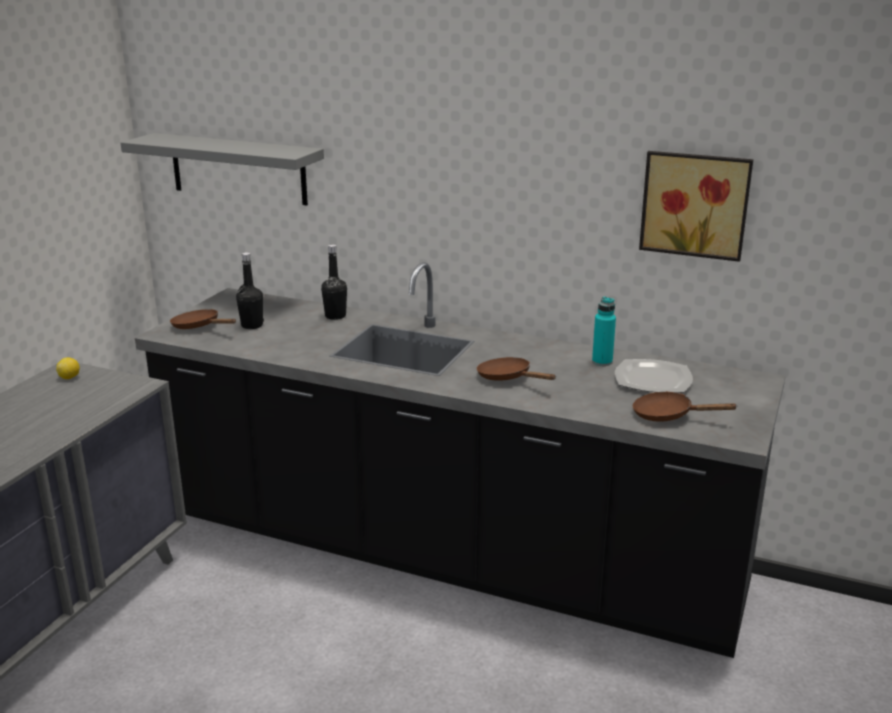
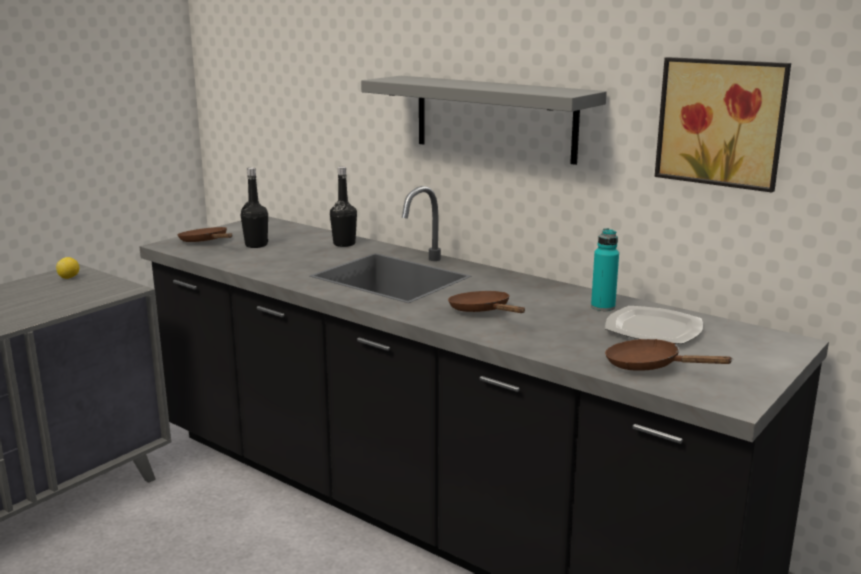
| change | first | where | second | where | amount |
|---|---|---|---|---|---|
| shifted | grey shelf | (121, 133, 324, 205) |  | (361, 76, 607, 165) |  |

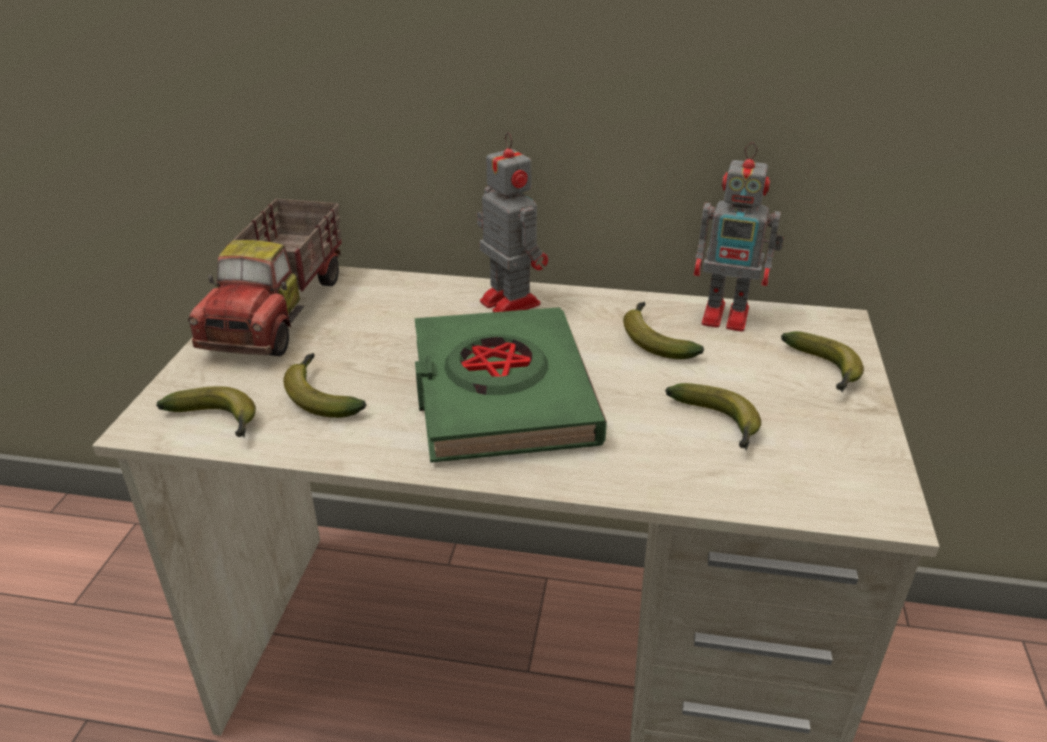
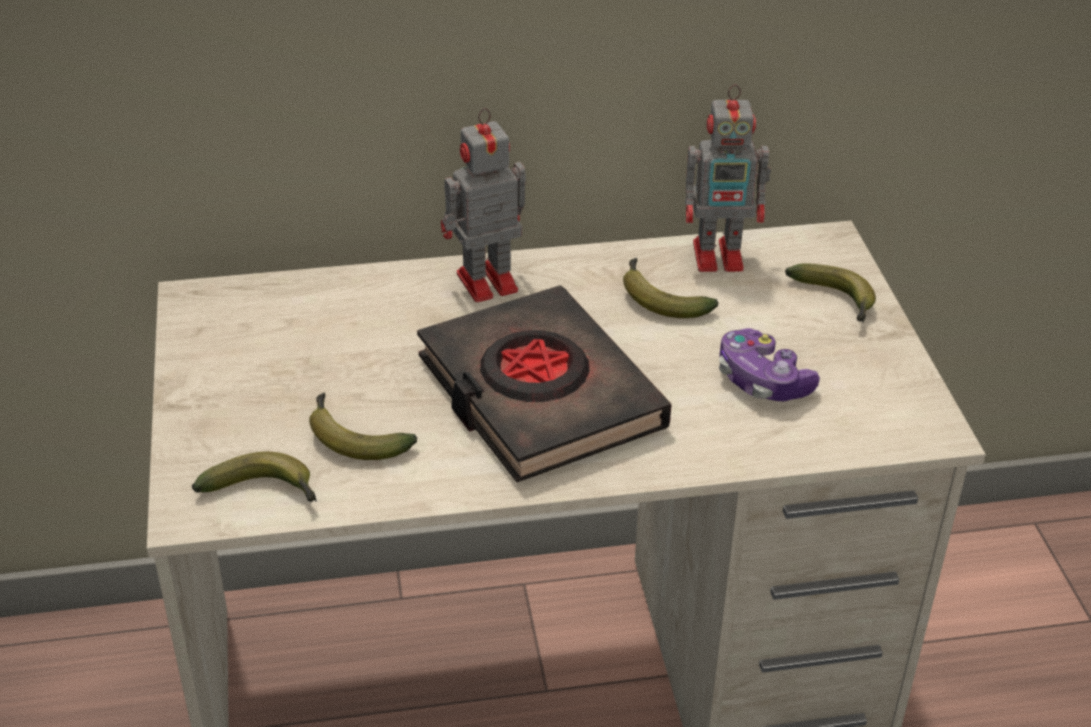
| change | first | where | second | where | amount |
|---|---|---|---|---|---|
| rotated | toy robot | (477, 132, 548, 312) |  | (441, 108, 526, 302) | 60 degrees counterclockwise |
| gone | toy truck | (188, 199, 342, 356) |  |  |  |
| repainted | green book | (415, 307, 607, 463) | black book | (417, 285, 672, 482) |  |
| swapped | banana | (665, 383, 761, 450) | game controller | (719, 328, 820, 401) |  |

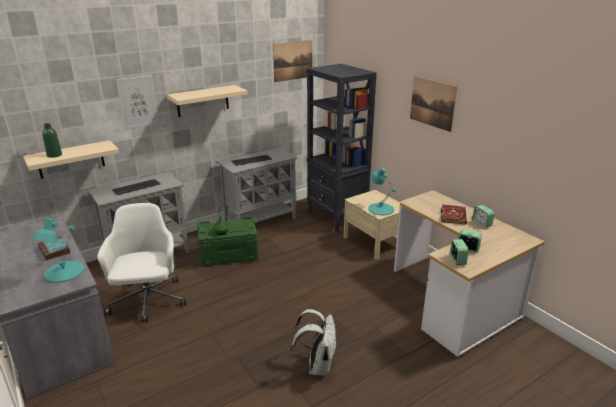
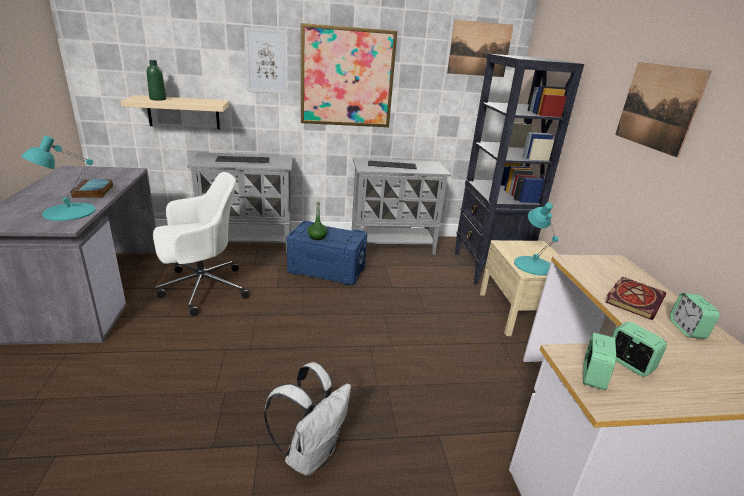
| change | first | where | second | where | amount |
|---|---|---|---|---|---|
| swapped | beige shelf | (167, 85, 248, 117) | picture | (301, 23, 397, 127) |  |
| rotated | white office chair | (97, 203, 186, 322) |  | (153, 172, 250, 316) | 45 degrees clockwise |
| repainted | green storage box | (197, 217, 259, 267) | blue storage box | (287, 221, 367, 285) |  |

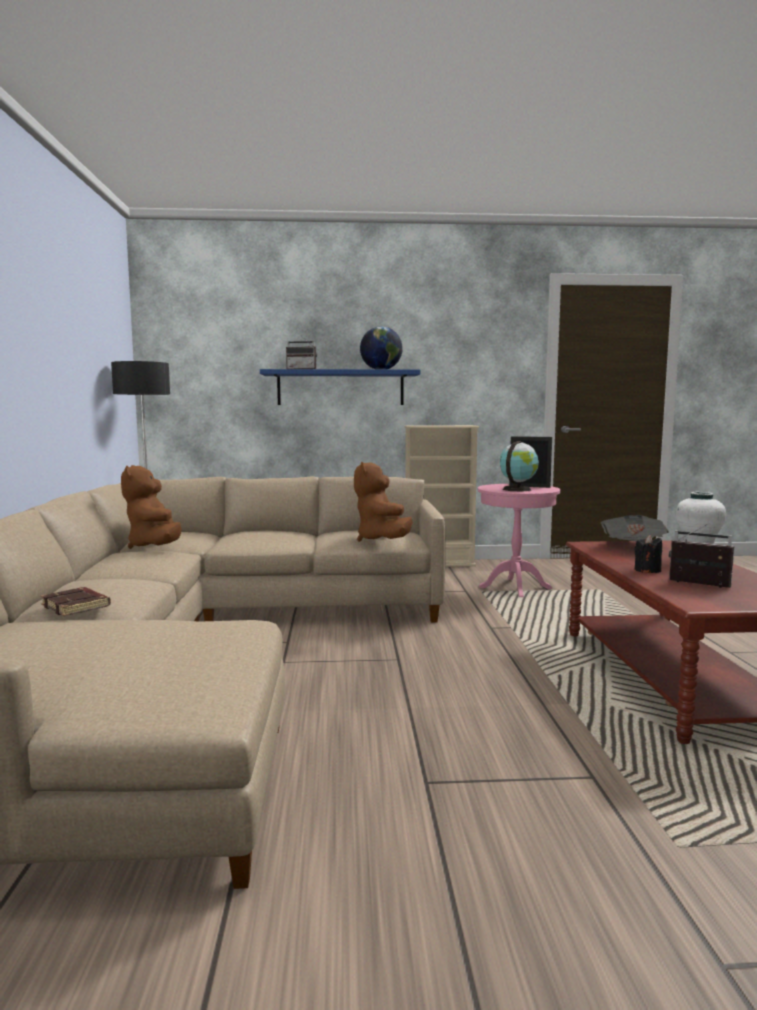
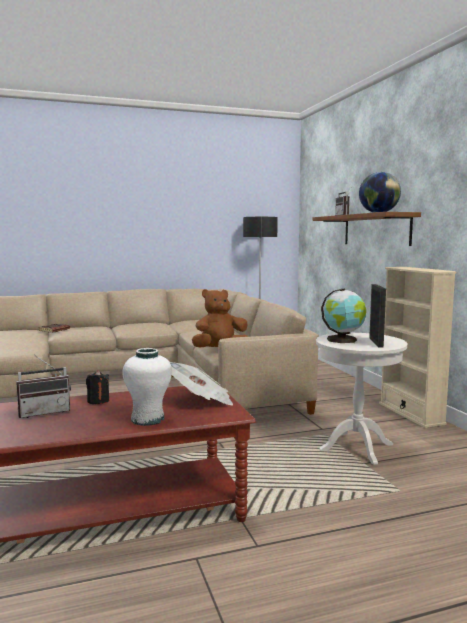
| change | first | where | second | where | amount |
|---|---|---|---|---|---|
| repainted | blue shelf | (260, 369, 420, 405) | brown shelf | (313, 212, 421, 246) |  |
| gone | brown plush toy | (121, 465, 182, 549) |  |  |  |
| repainted | pink side table | (478, 484, 560, 597) | white side table | (316, 333, 407, 465) |  |
| rotated | radio | (669, 524, 734, 588) |  | (16, 355, 71, 418) | 45 degrees clockwise |

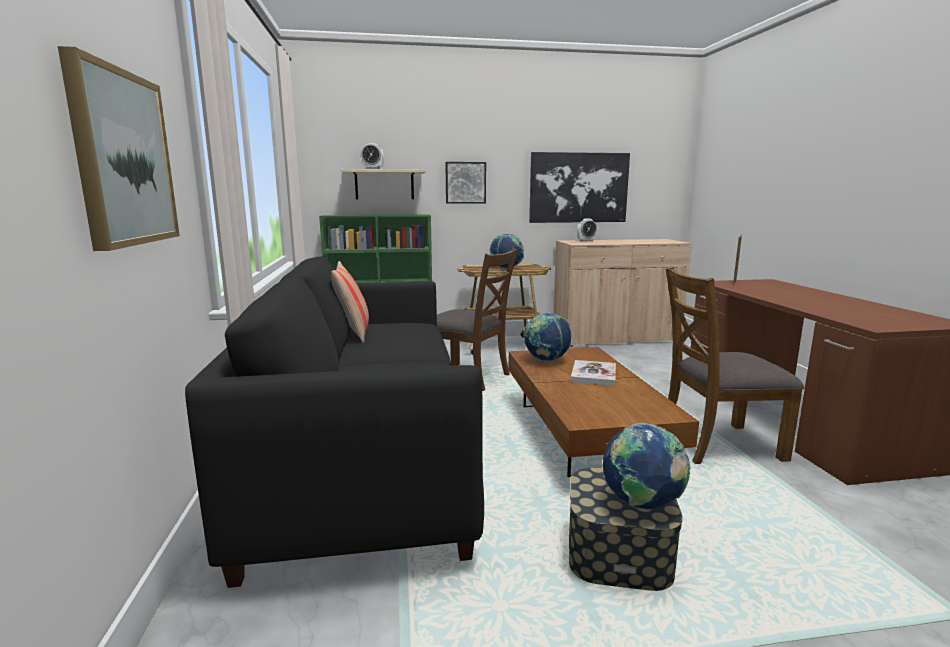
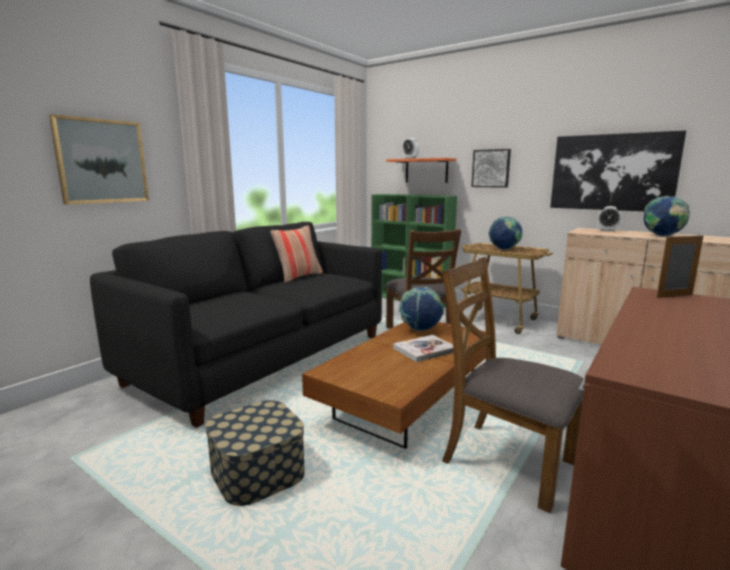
| change | first | where | second | where | amount |
|---|---|---|---|---|---|
| repainted | beige shelf | (341, 169, 426, 199) | orange shelf | (386, 158, 457, 183) |  |
| shifted | globe | (602, 423, 691, 510) |  | (644, 196, 690, 237) |  |

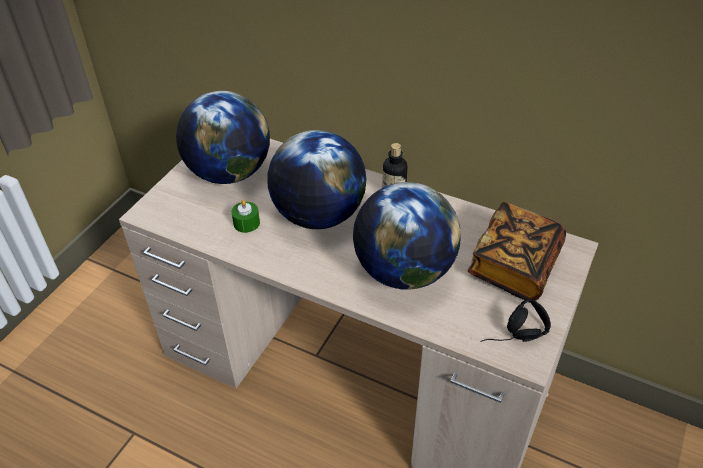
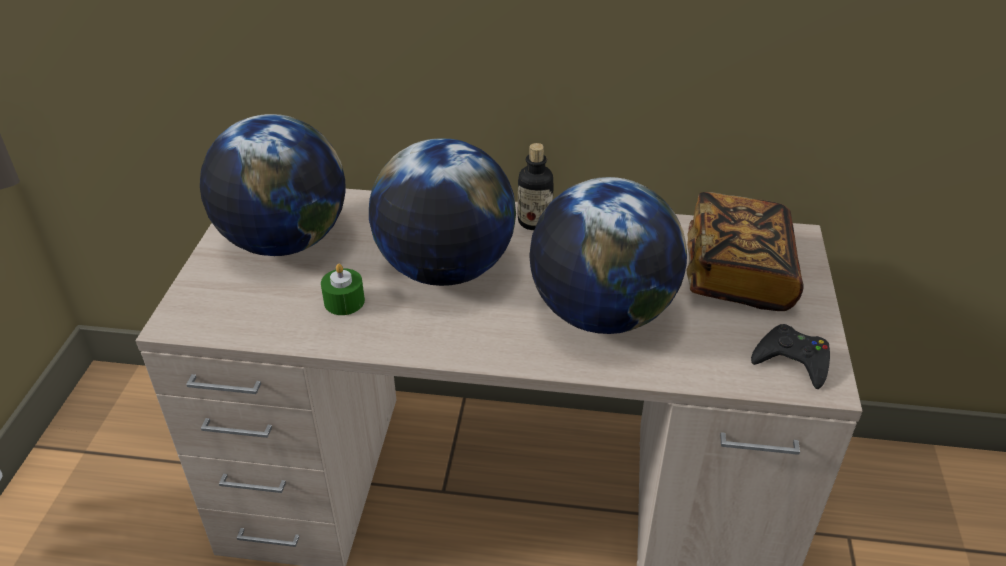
| change | first | where | second | where | amount |
|---|---|---|---|---|---|
| swapped | black headphones | (480, 299, 551, 342) | black game controller | (751, 324, 830, 389) |  |

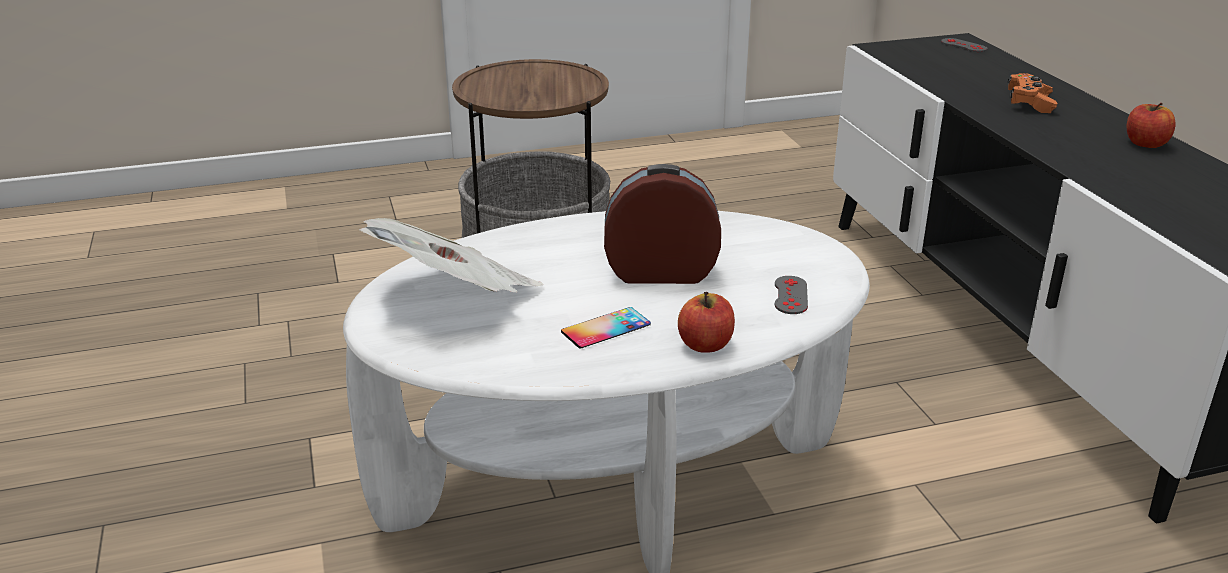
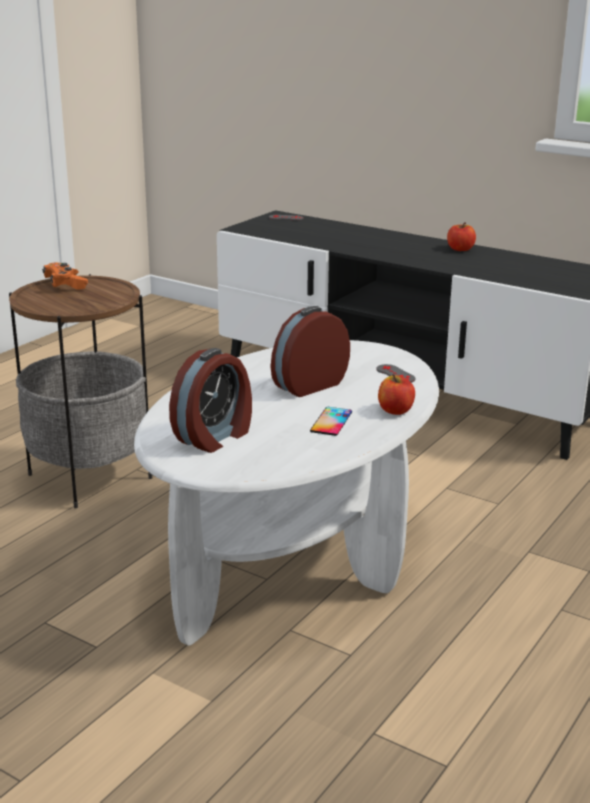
| change | first | where | second | where | amount |
|---|---|---|---|---|---|
| shifted | orange game controller | (1008, 73, 1057, 113) |  | (42, 262, 88, 290) |  |
| swapped | newspaper | (359, 218, 543, 293) | alarm clock | (169, 348, 252, 453) |  |

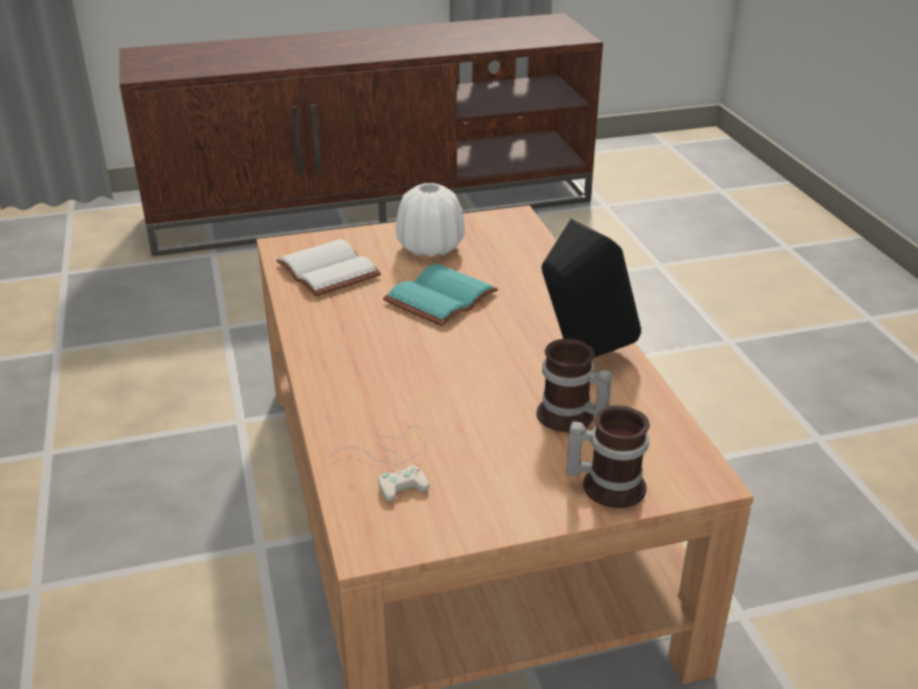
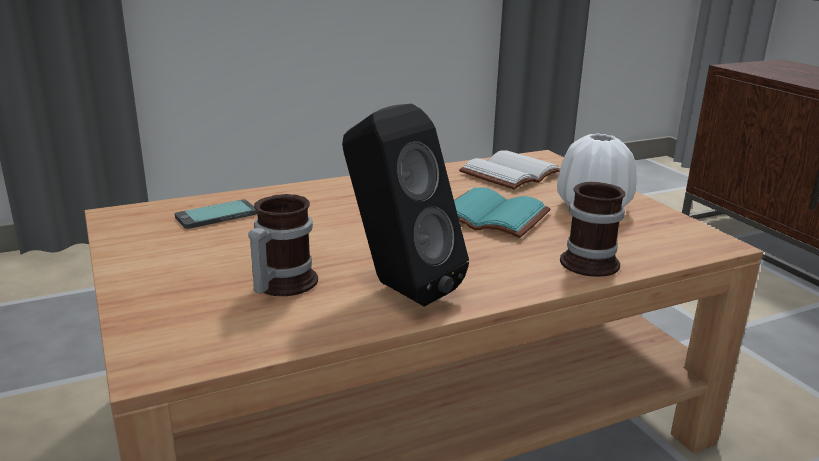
| change | first | where | second | where | amount |
|---|---|---|---|---|---|
| shifted | mug | (566, 405, 650, 508) |  | (560, 182, 626, 277) |  |
| swapped | white game controller | (328, 426, 429, 502) | phone | (175, 199, 257, 229) |  |

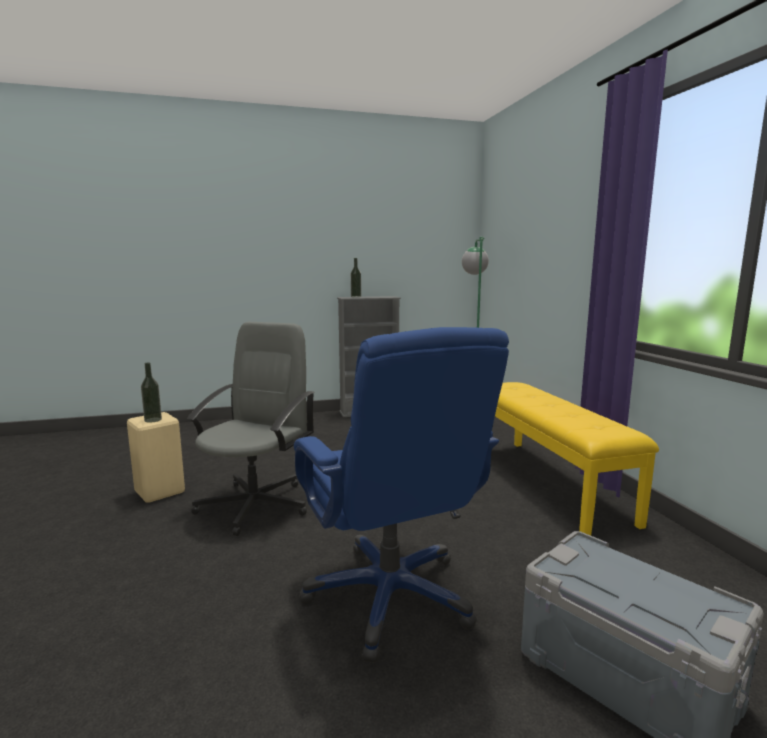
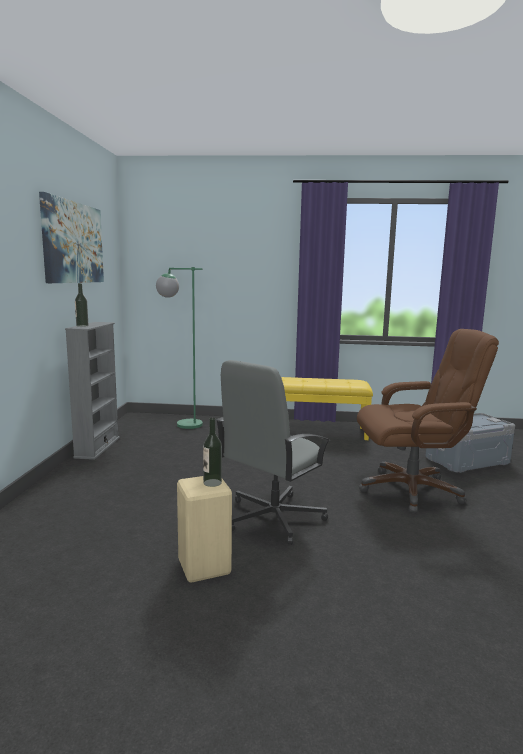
| change | first | where | second | where | amount |
|---|---|---|---|---|---|
| rotated | grey office chair | (187, 322, 315, 536) |  | (216, 360, 330, 545) | 90 degrees counterclockwise |
| repainted | blue office chair | (294, 327, 509, 663) | brown office chair | (357, 329, 499, 513) |  |
| new |  |  | picture | (39, 192, 104, 283) |  |

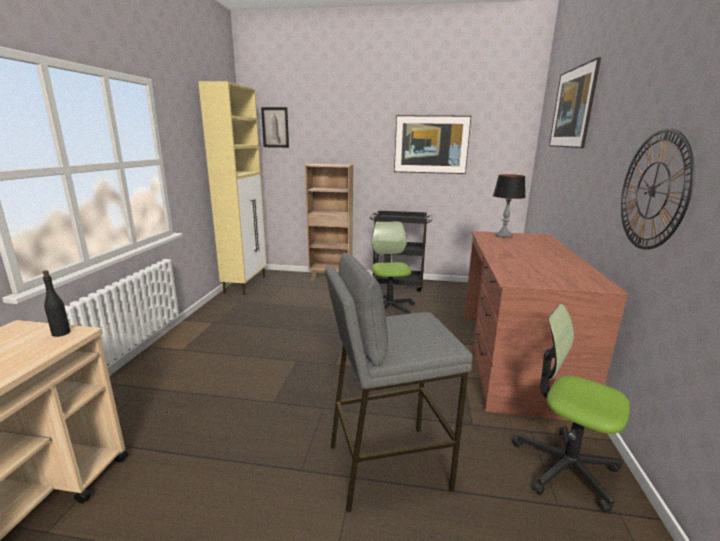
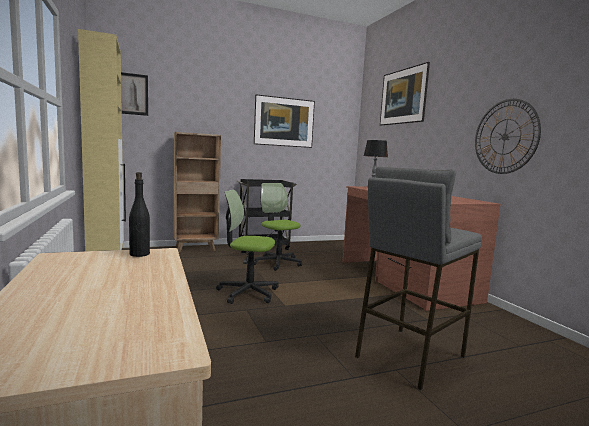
| change | first | where | second | where | amount |
|---|---|---|---|---|---|
| shifted | office chair | (512, 304, 630, 513) |  | (216, 189, 279, 304) |  |

